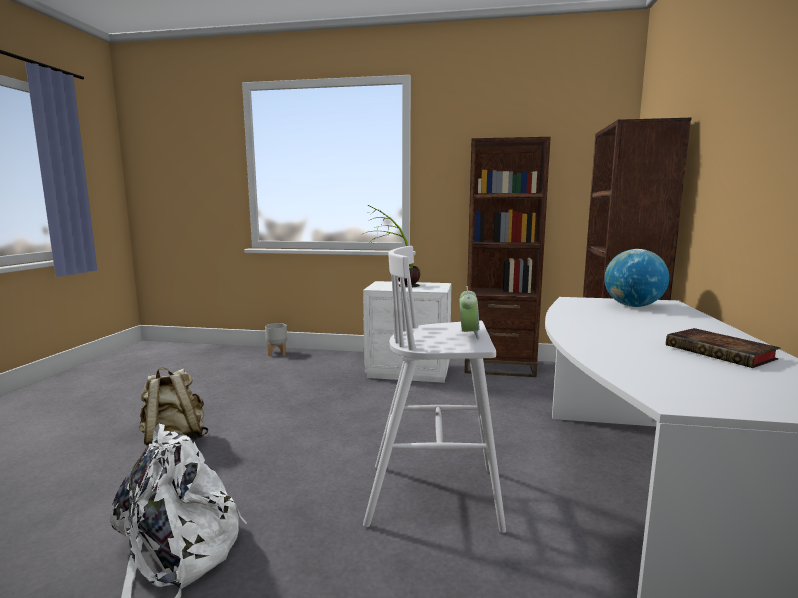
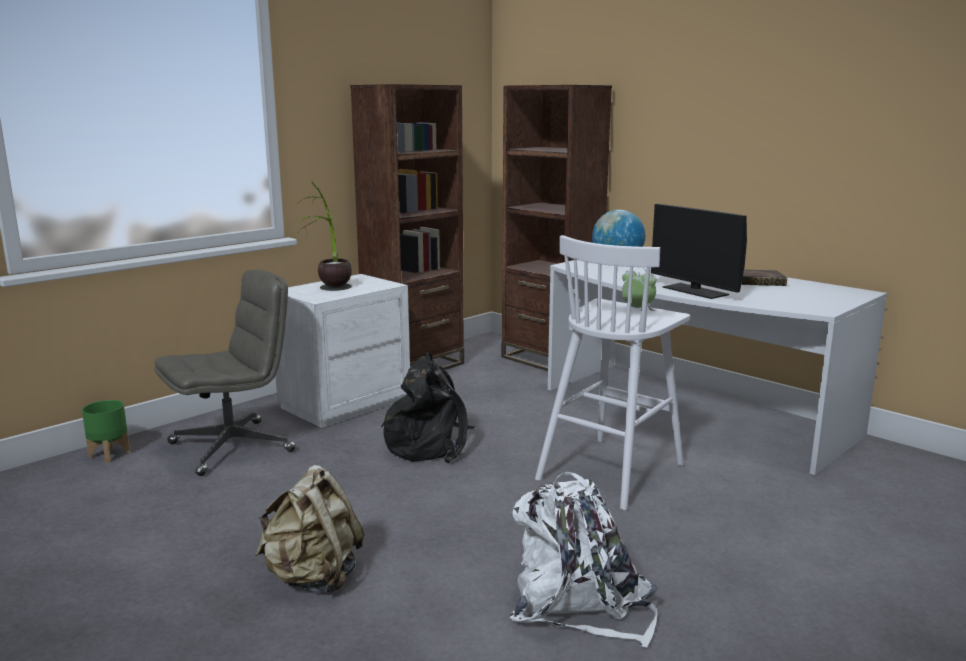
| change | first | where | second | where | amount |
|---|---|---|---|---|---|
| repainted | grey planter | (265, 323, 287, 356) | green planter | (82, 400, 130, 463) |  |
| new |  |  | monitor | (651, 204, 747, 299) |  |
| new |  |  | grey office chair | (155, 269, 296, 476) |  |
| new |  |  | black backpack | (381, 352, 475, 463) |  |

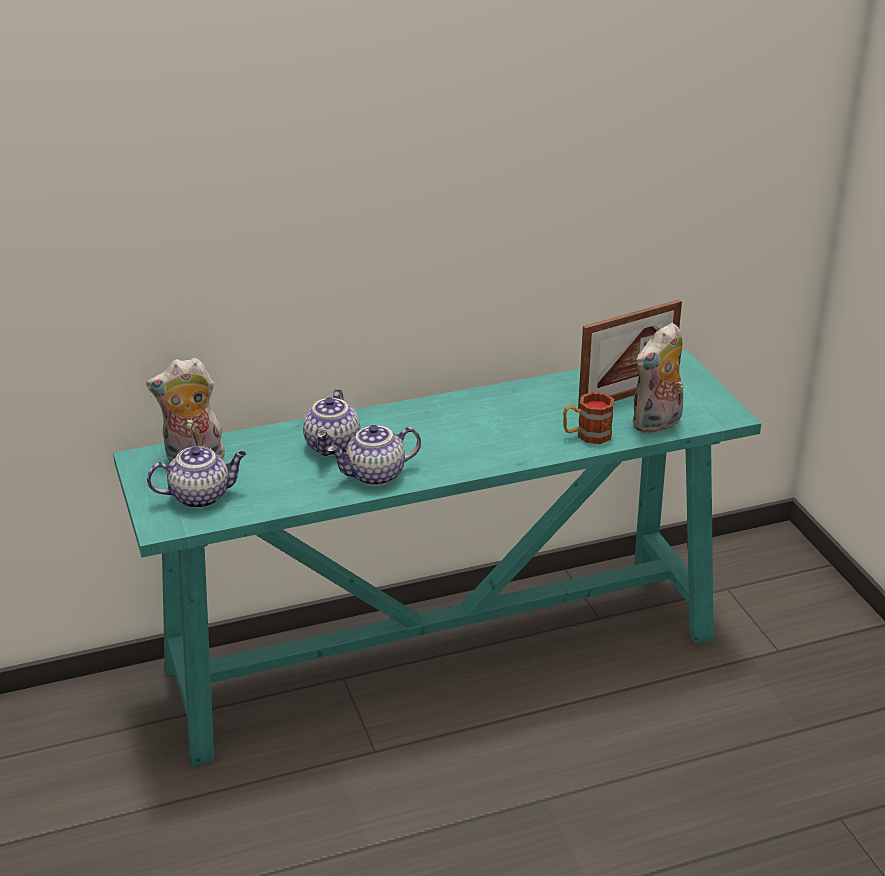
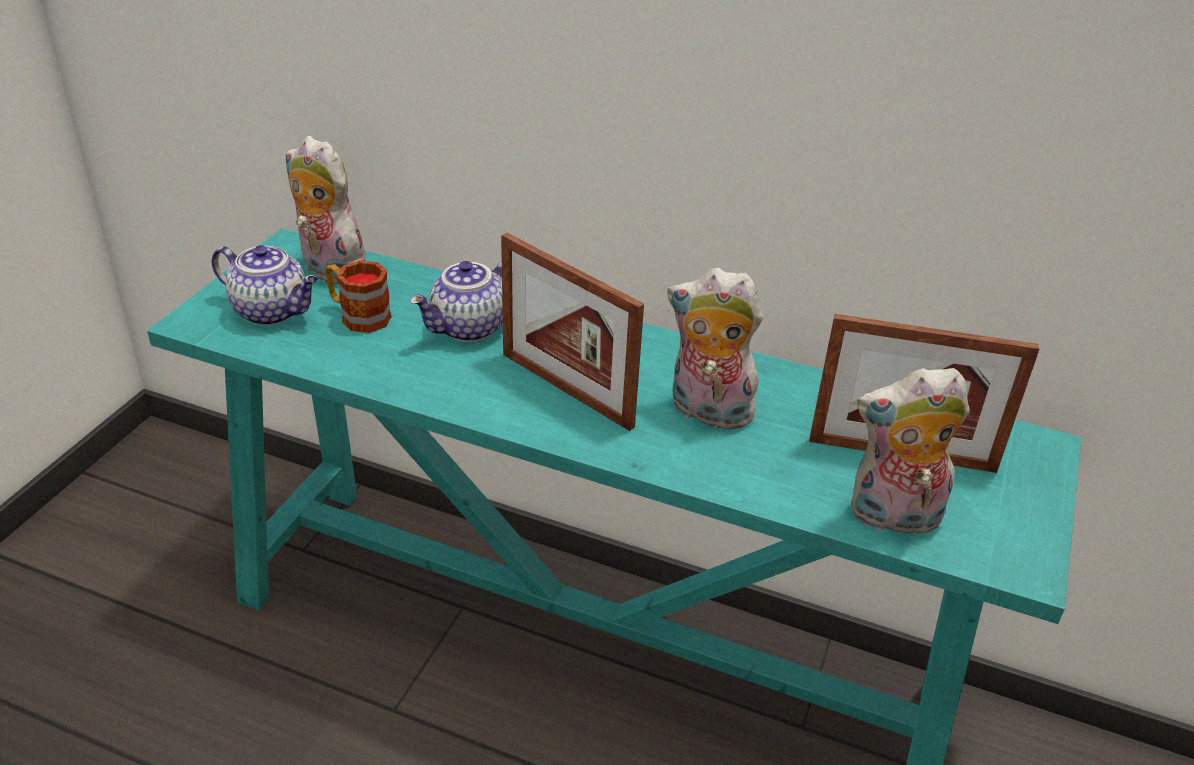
| change | first | where | second | where | amount |
|---|---|---|---|---|---|
| shifted | mug | (563, 392, 614, 444) |  | (326, 261, 392, 333) |  |
| gone | teapot | (327, 425, 421, 486) |  |  |  |
| new |  |  | picture frame | (501, 233, 644, 431) |  |
| new |  |  | plush toy | (667, 268, 763, 429) |  |

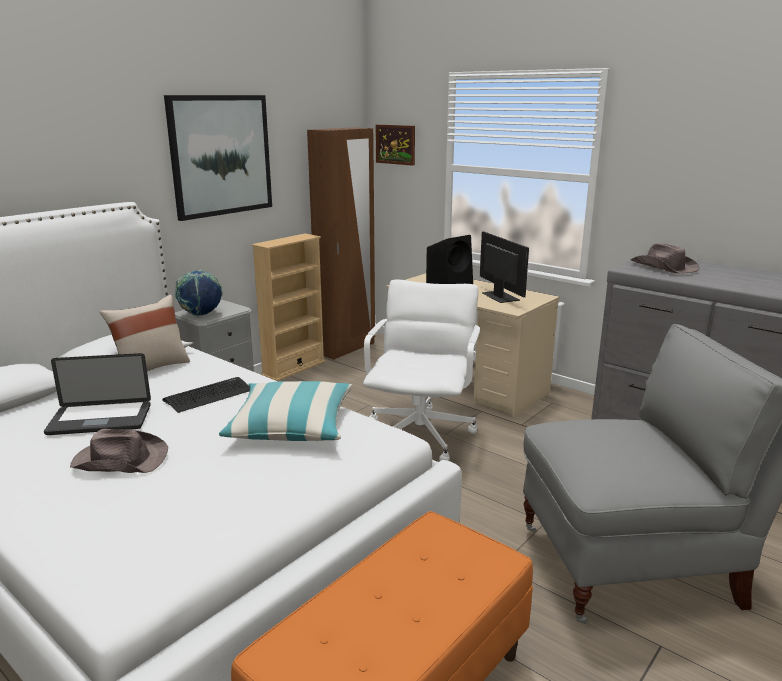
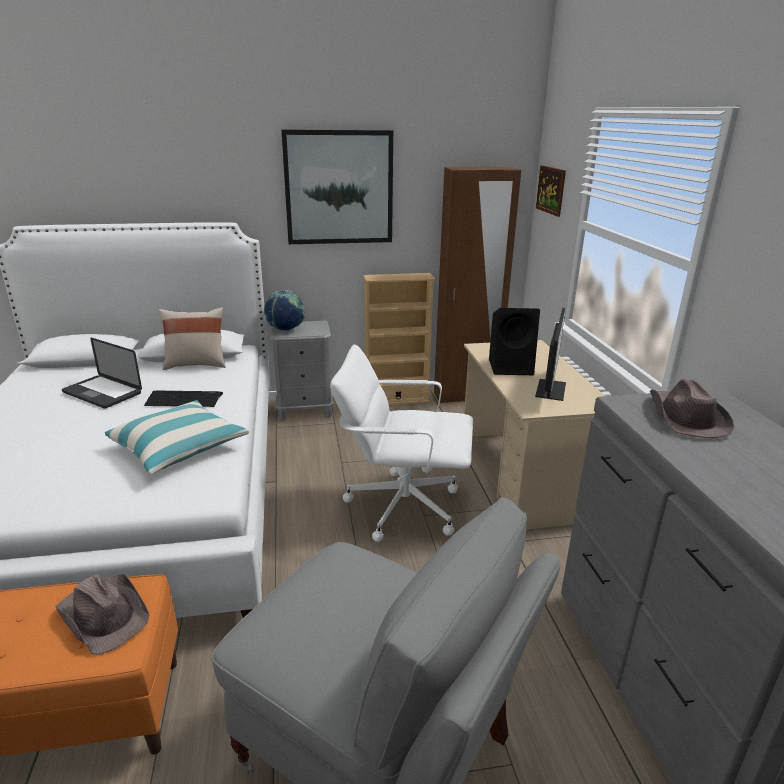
| change | first | where | second | where | amount |
|---|---|---|---|---|---|
| rotated | white office chair | (363, 280, 480, 461) |  | (330, 345, 473, 542) | 135 degrees counterclockwise |
| shifted | brown hat | (70, 429, 168, 473) |  | (56, 574, 149, 655) |  |

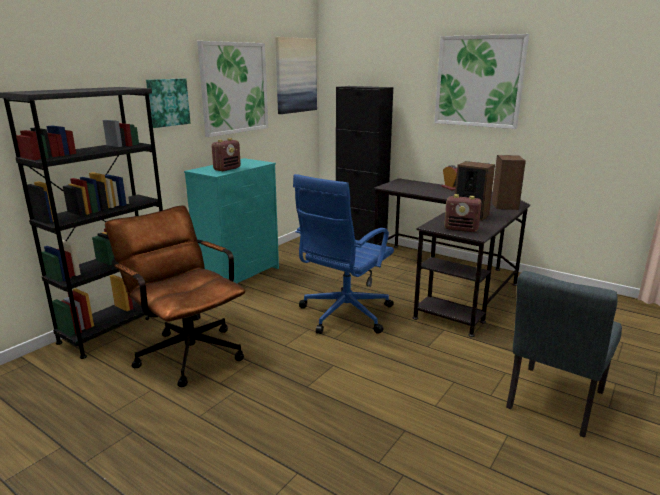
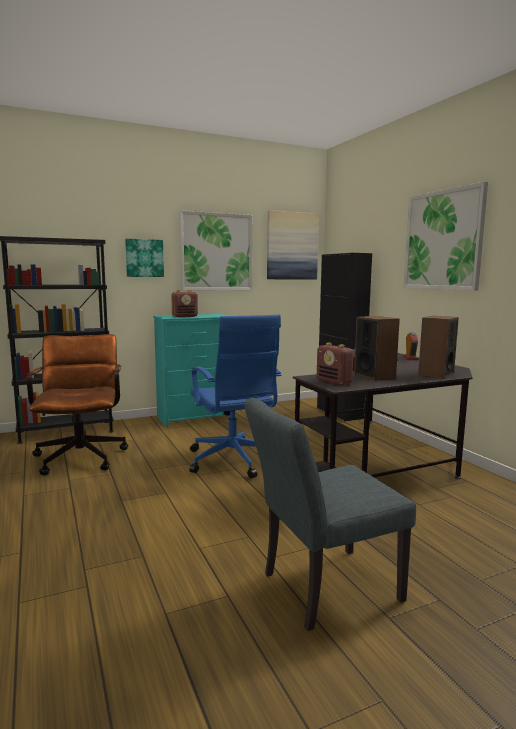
| change | first | where | second | where | amount |
|---|---|---|---|---|---|
| rotated | blue office chair | (293, 174, 394, 334) |  | (189, 315, 282, 478) | 90 degrees counterclockwise |

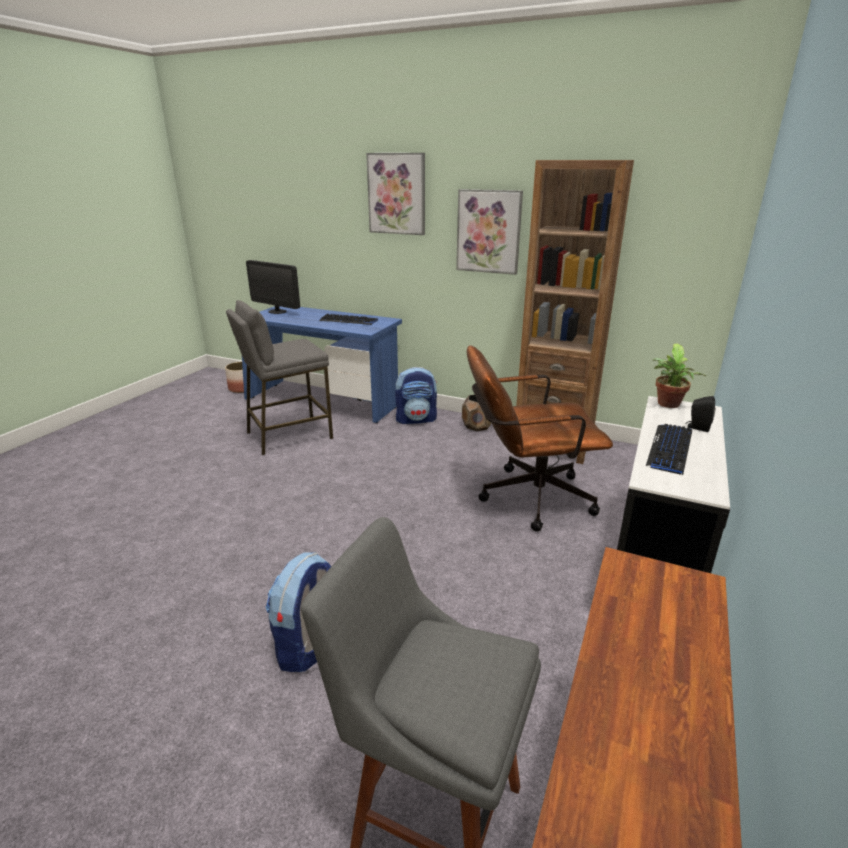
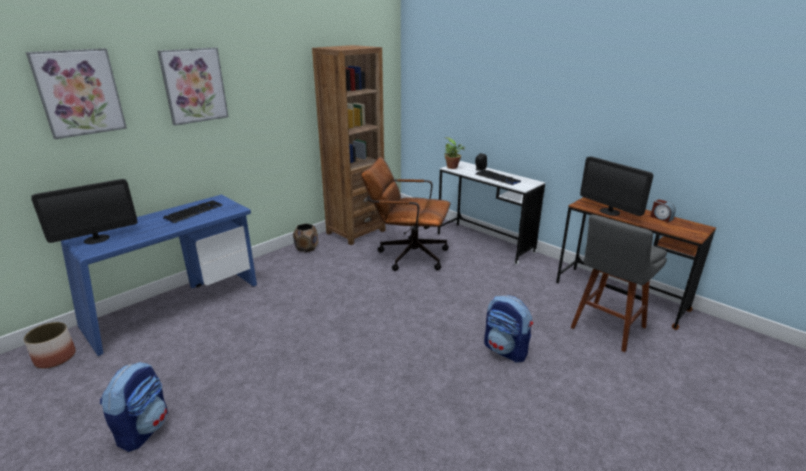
| change | first | where | second | where | amount |
|---|---|---|---|---|---|
| shifted | picture | (456, 189, 523, 275) |  | (26, 48, 127, 139) |  |
| gone | grey stool | (226, 300, 333, 455) |  |  |  |
| rotated | brown office chair | (467, 345, 613, 532) |  | (361, 157, 450, 271) | 90 degrees clockwise |
| shifted | backpack | (395, 367, 437, 424) |  | (100, 362, 168, 452) |  |
| new |  |  | monitor | (580, 156, 653, 216) |  |
| new |  |  | alarm clock | (651, 199, 676, 222) |  |

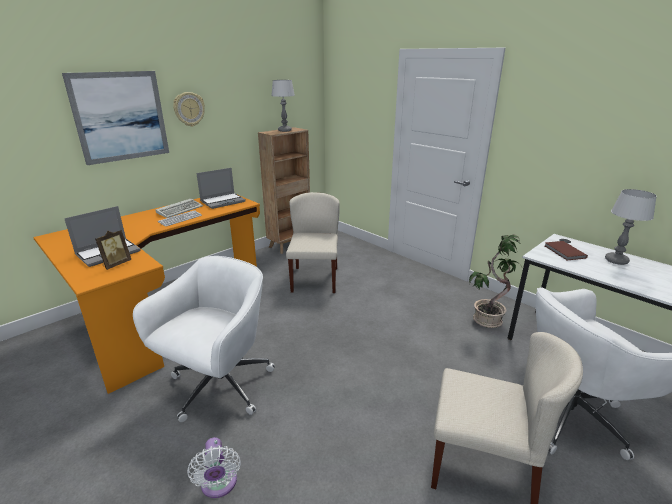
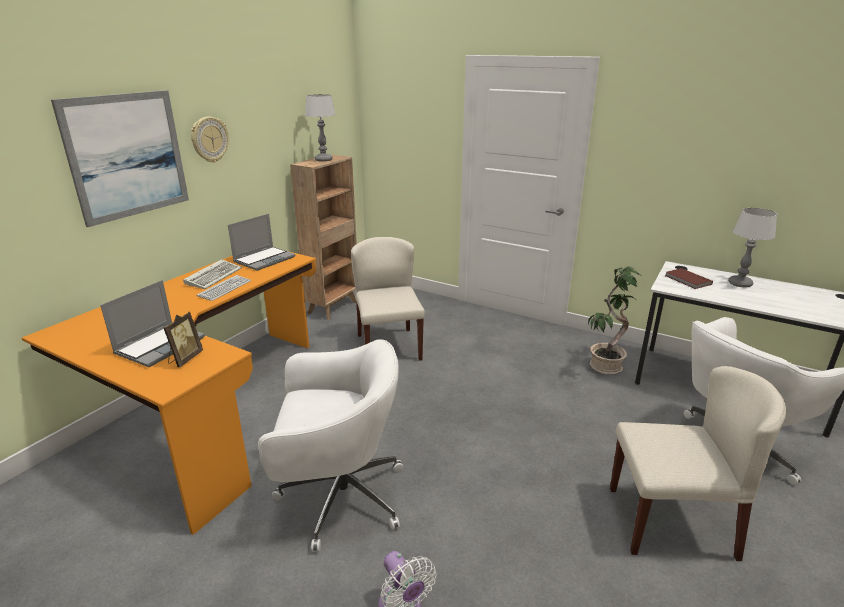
| change | first | where | second | where | amount |
|---|---|---|---|---|---|
| rotated | white office chair | (133, 256, 275, 422) |  | (258, 339, 403, 552) | 75 degrees clockwise |

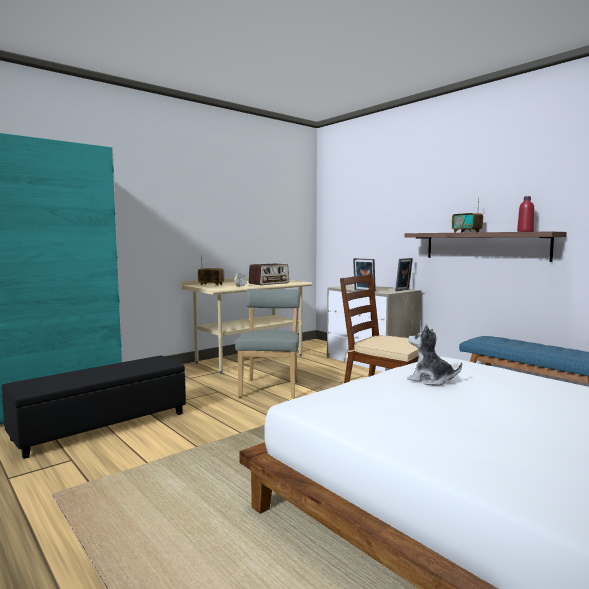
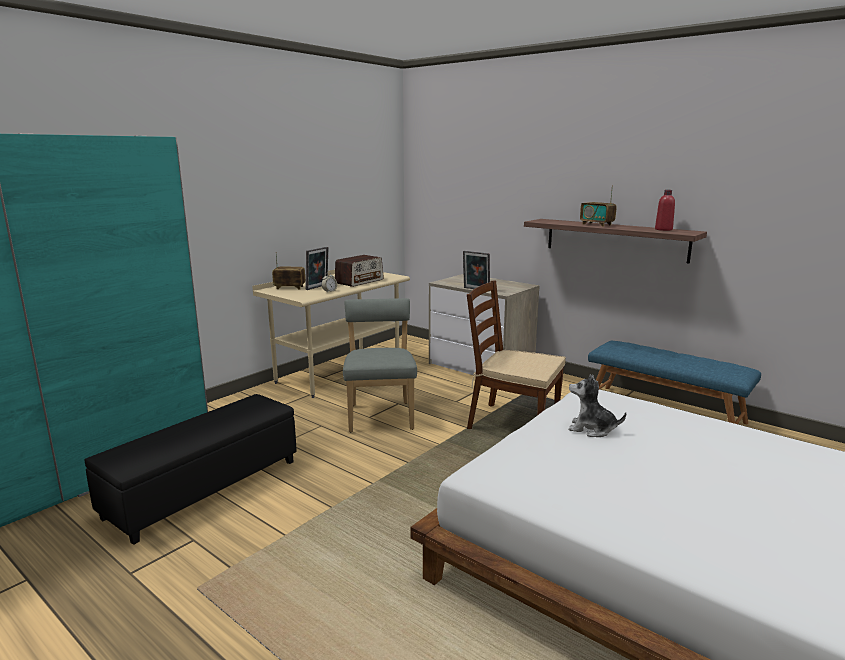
| change | first | where | second | where | amount |
|---|---|---|---|---|---|
| shifted | picture frame | (395, 258, 413, 291) |  | (305, 247, 329, 290) |  |

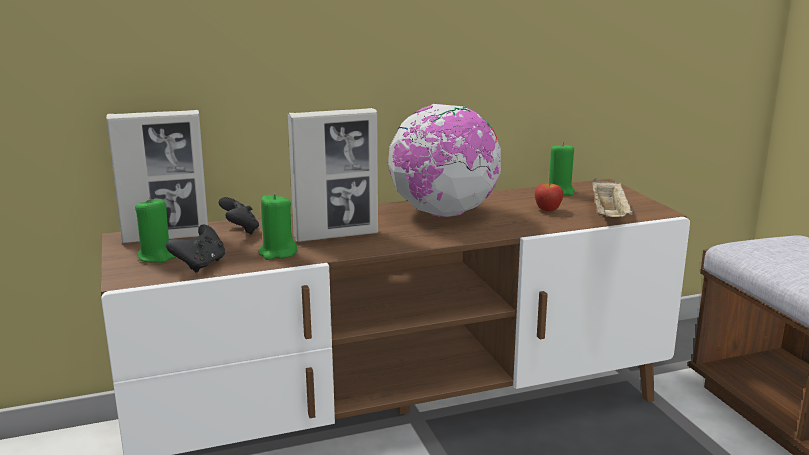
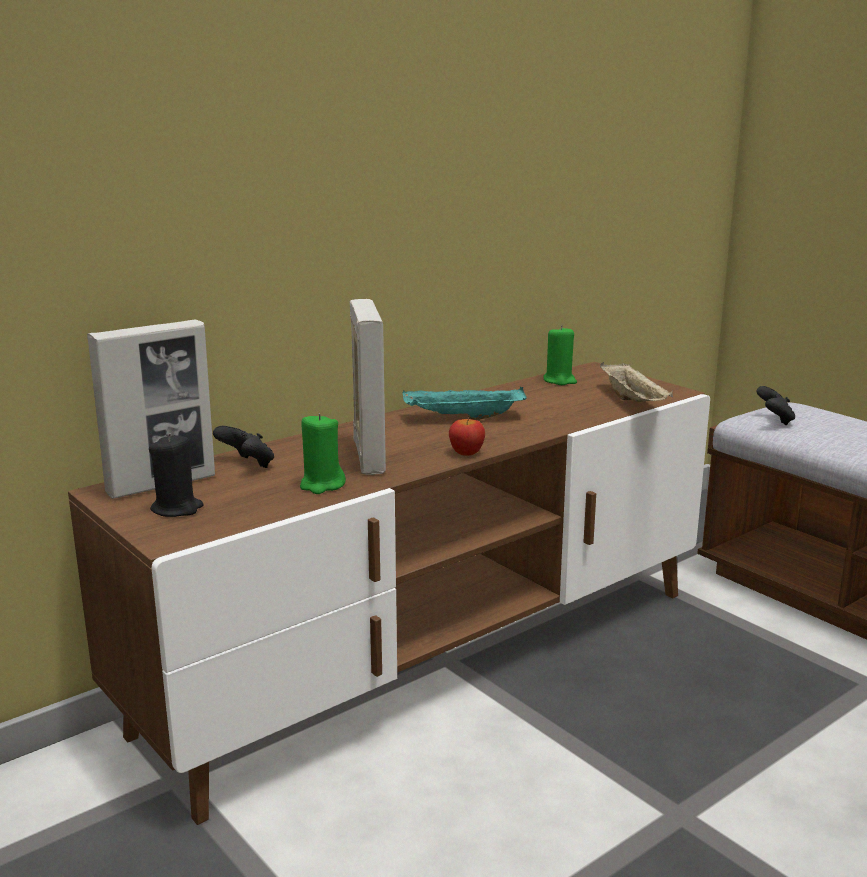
| change | first | where | second | where | amount |
|---|---|---|---|---|---|
| swapped | globe | (388, 104, 501, 217) | turquoise tray | (402, 387, 527, 420) |  |
| rotated | picture frame | (288, 108, 378, 242) |  | (350, 299, 386, 475) | 60 degrees counterclockwise |
| shifted | apple | (535, 183, 564, 212) |  | (449, 419, 485, 456) |  |
| repainted | green candle | (135, 197, 176, 263) | black candle | (149, 434, 204, 517) |  |
| shifted | black game controller | (166, 225, 225, 273) |  | (757, 386, 795, 425) |  |

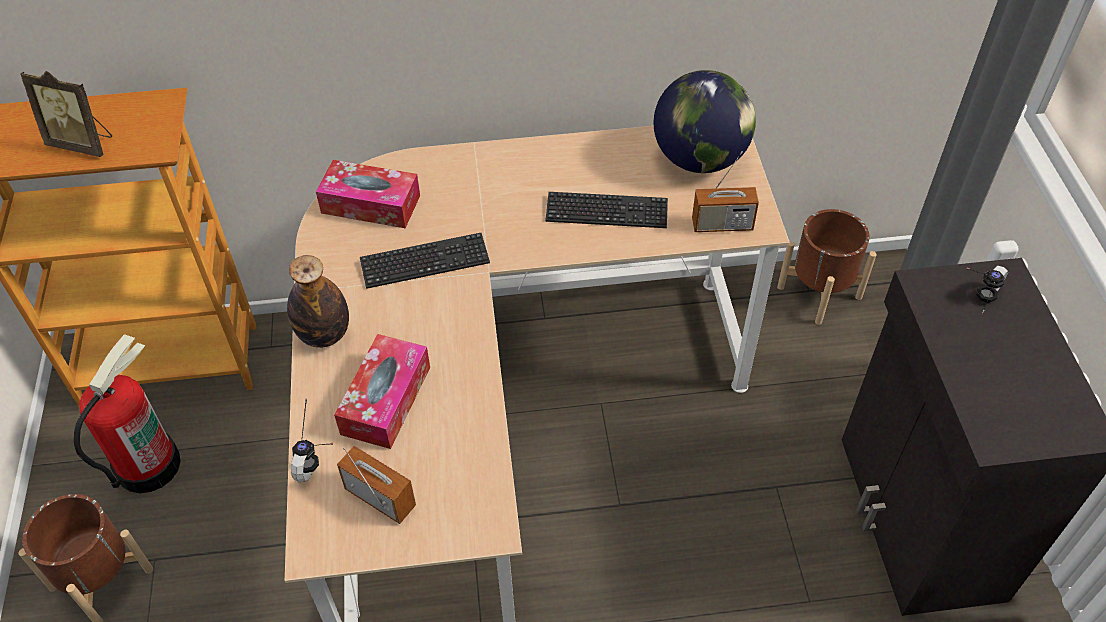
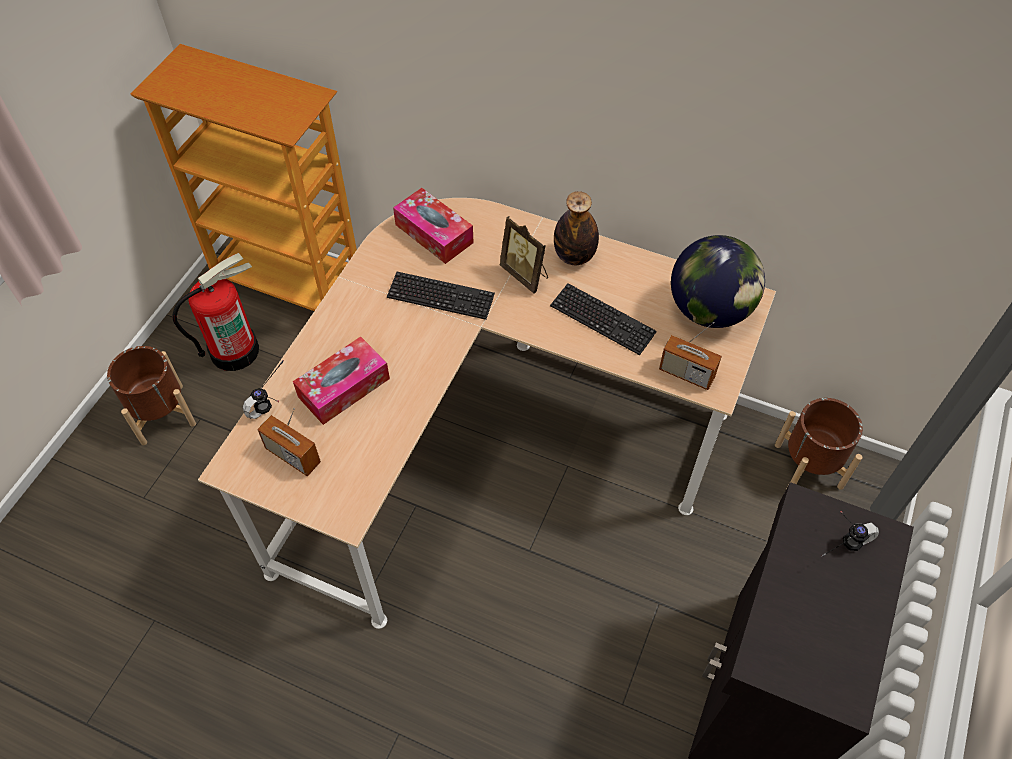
| change | first | where | second | where | amount |
|---|---|---|---|---|---|
| shifted | picture frame | (21, 71, 112, 157) |  | (500, 216, 548, 293) |  |
| shifted | bottle | (287, 255, 349, 348) |  | (554, 191, 599, 265) |  |
| rotated | radio | (337, 446, 416, 524) |  | (257, 408, 321, 476) | 150 degrees clockwise |

